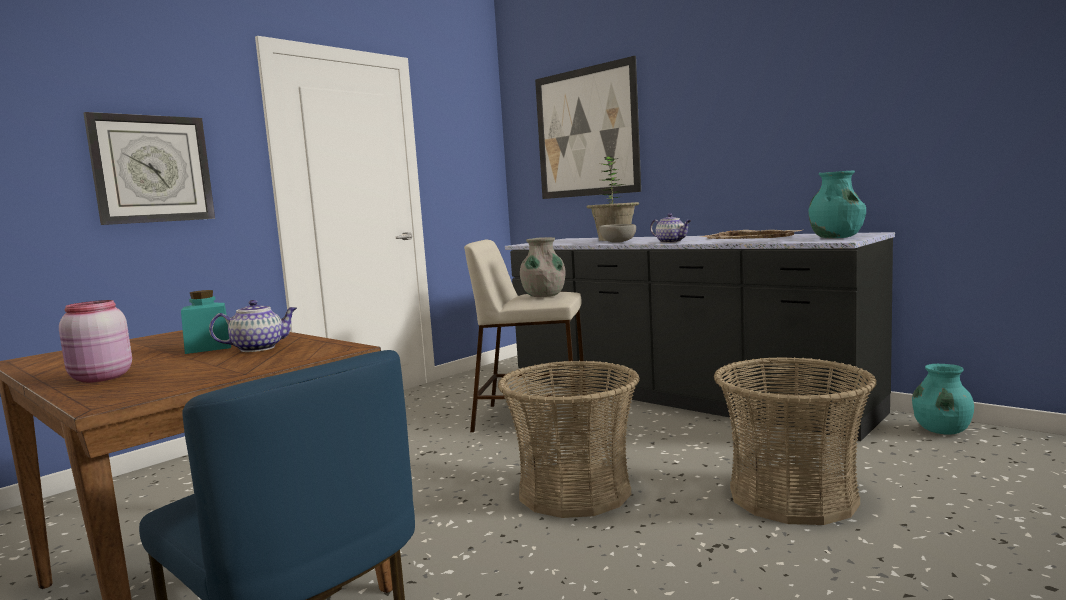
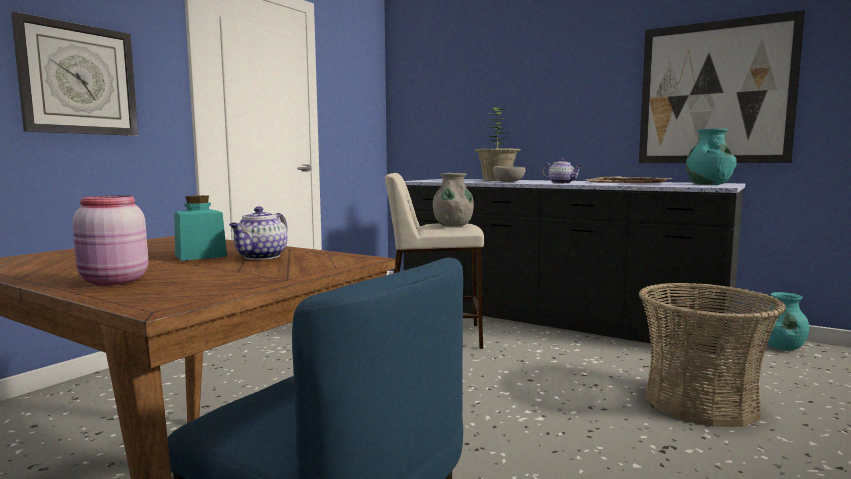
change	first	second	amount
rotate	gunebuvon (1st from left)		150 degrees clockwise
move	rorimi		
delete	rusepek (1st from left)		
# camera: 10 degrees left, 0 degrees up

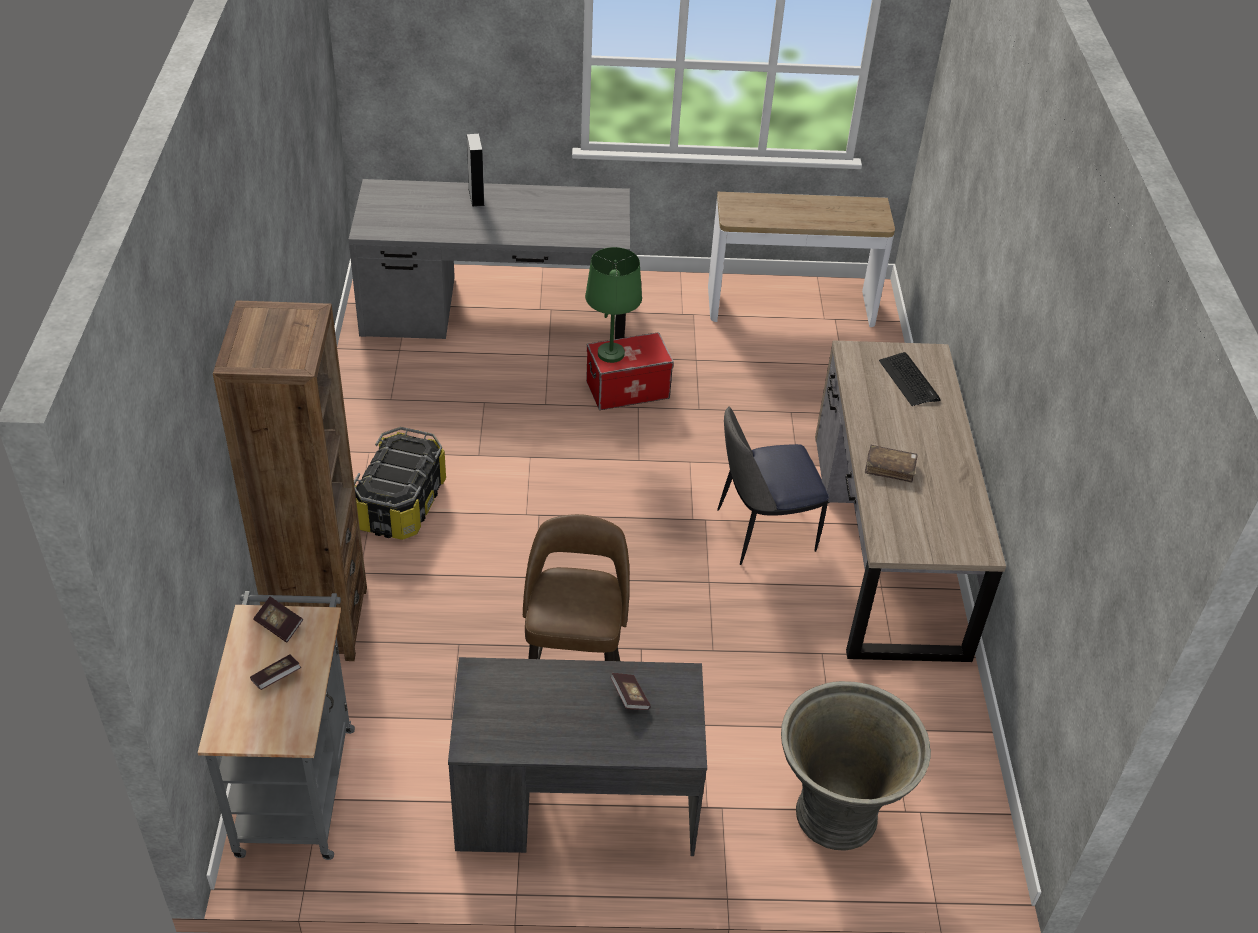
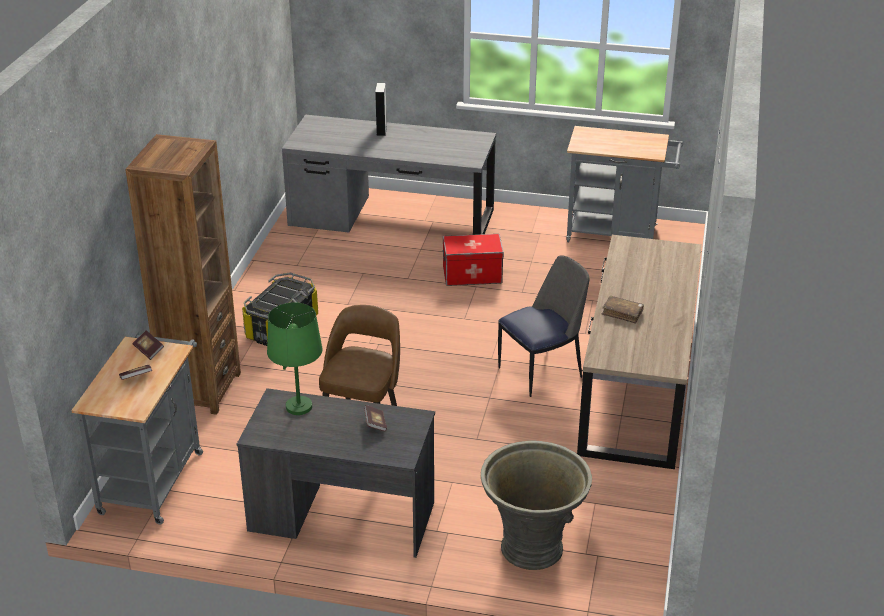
change	first	second	amount
move	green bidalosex		
rotate	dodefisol		150 degrees clockwise
replace	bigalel	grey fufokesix (2nd from left)	
delete	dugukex		
# camera: 15 degrees right, 10 degrees down

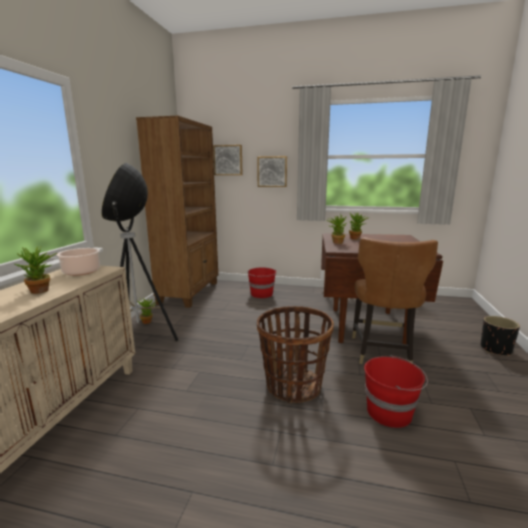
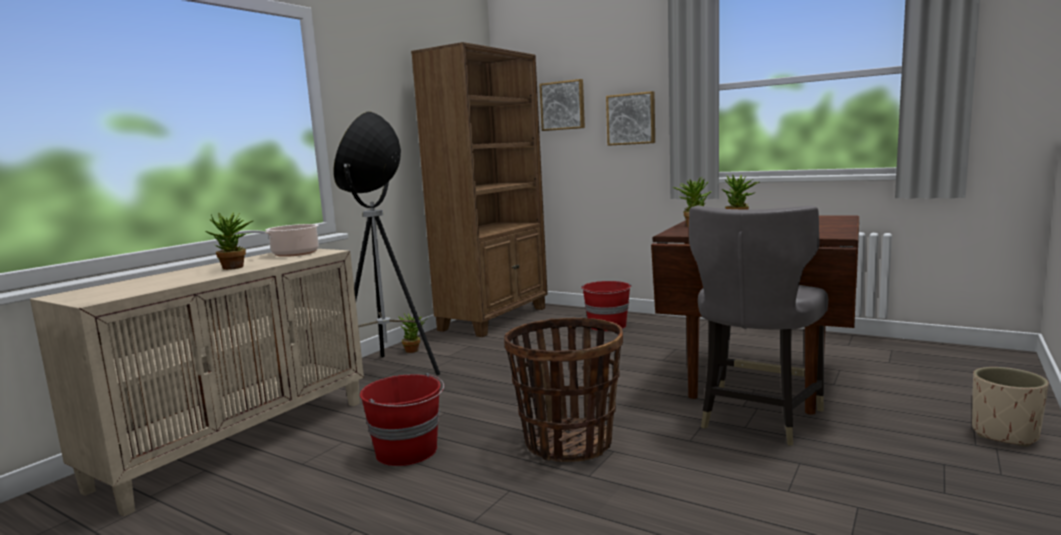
change	first	second	amount
move	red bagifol (2nd from left in the first image)	red bagifol (1st from left)	
recolor	brown dodefisol	grey dodefisol	
recolor	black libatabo	beige libatabo	
# camera: 20 degrees right, 5 degrees down

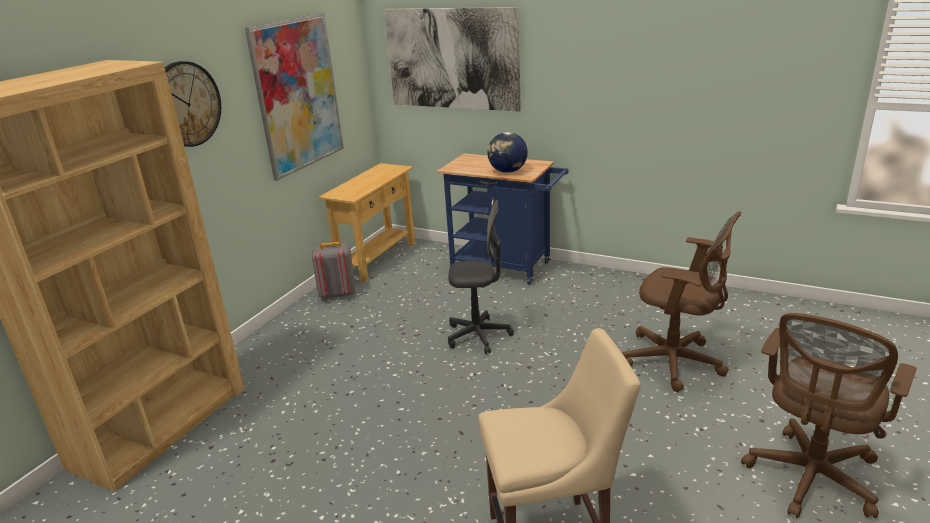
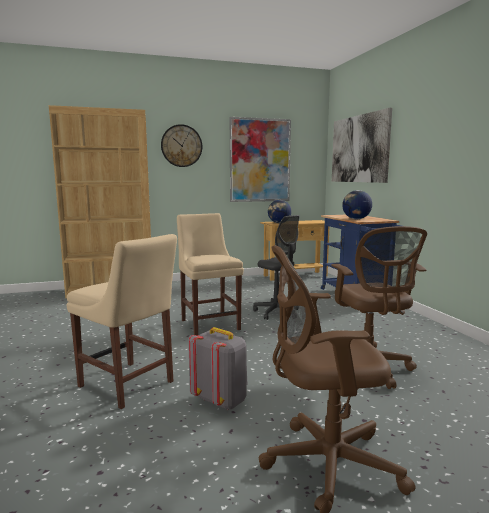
change	first	second	amount
insert		beige dodefisol (2nd from left)	
move	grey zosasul		
insert		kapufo (1st from left)	
# camera: 45 degrees right, 15 degrees down

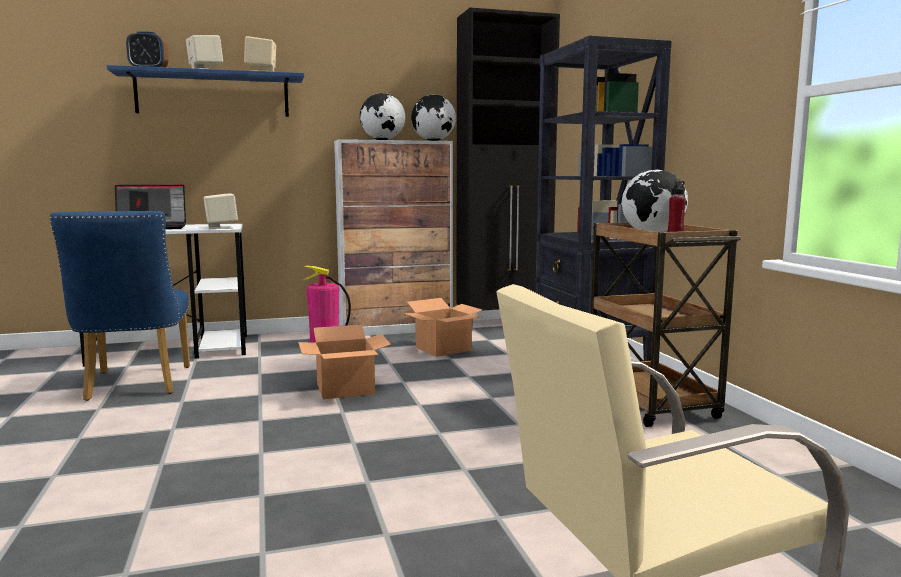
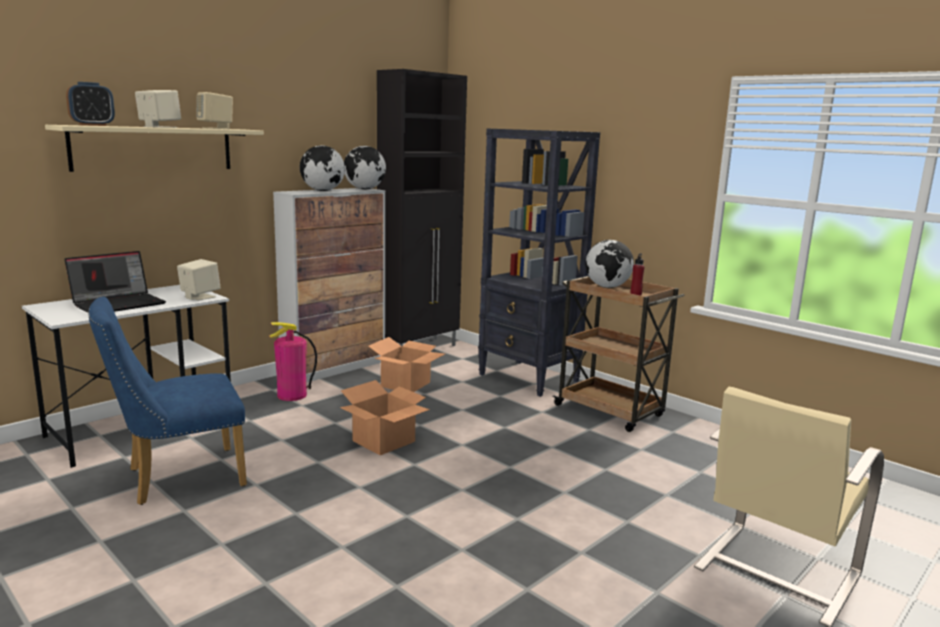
change	first	second	amount
recolor	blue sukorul	beige sukorul	
rotate	blue dodefisol		105 degrees clockwise
# camera: 30 degrees left, 5 degrees up

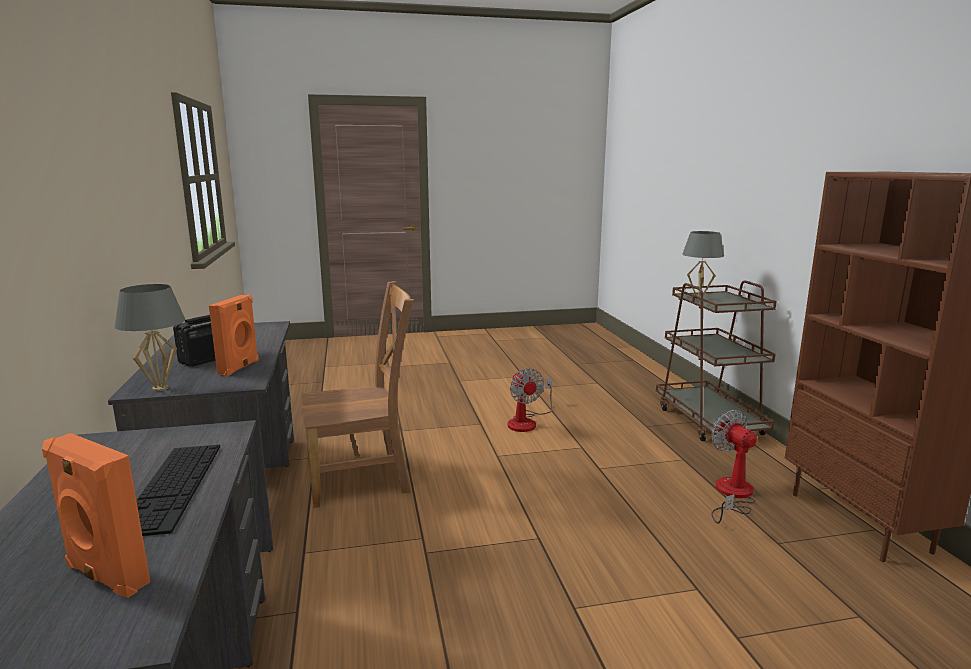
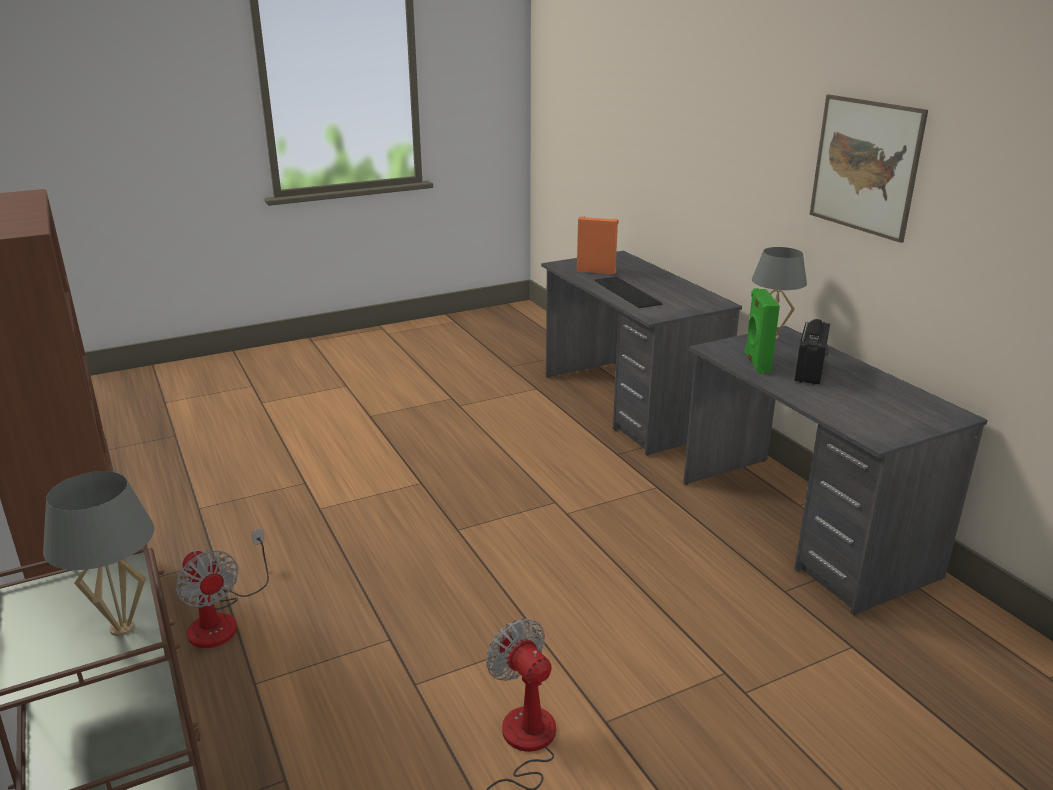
change	first	second	amount
recolor	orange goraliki (2nd from left)	green goraliki	
insert		rorimi	
delete	brown dodefisol		
# camera: 165 degrees right, 10 degrees up

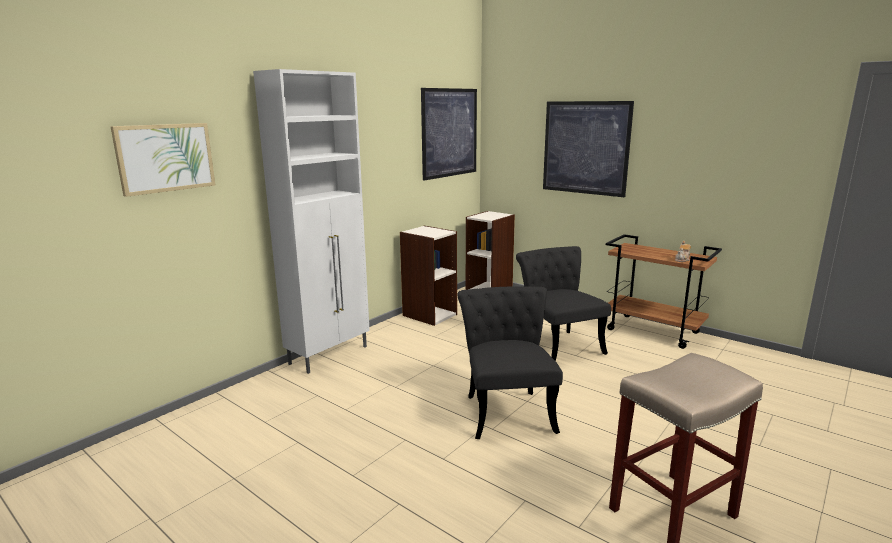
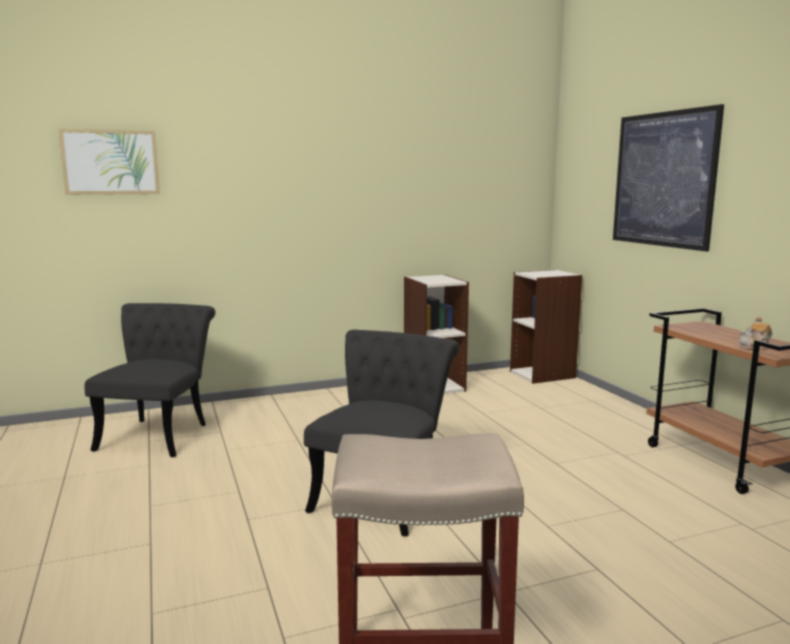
change	first	second	amount
move	black dodefisol (2nd from left in the first image)	black dodefisol (1st from left)	
delete	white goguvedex		
delete	rorimi (2nd from left)		
# camera: 30 degrees right, 5 degrees down

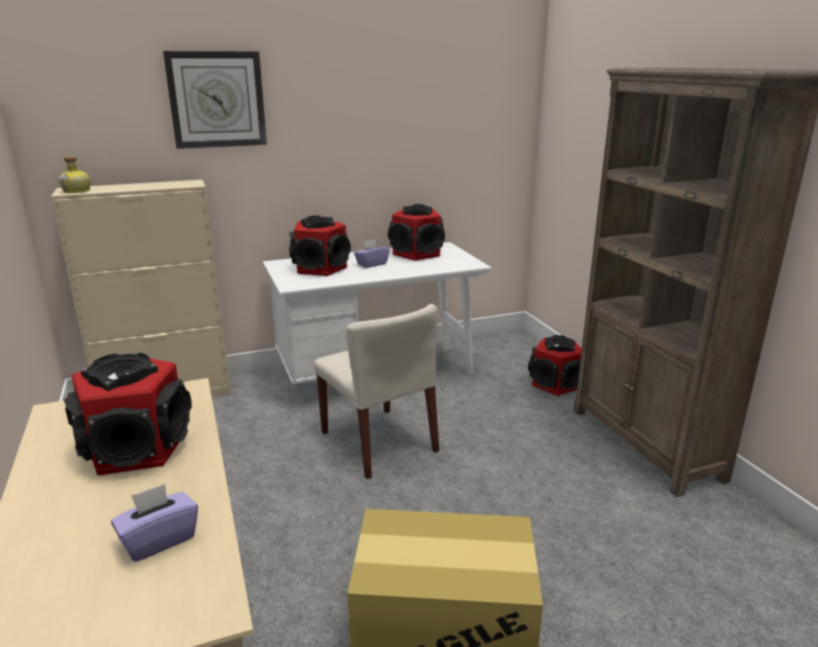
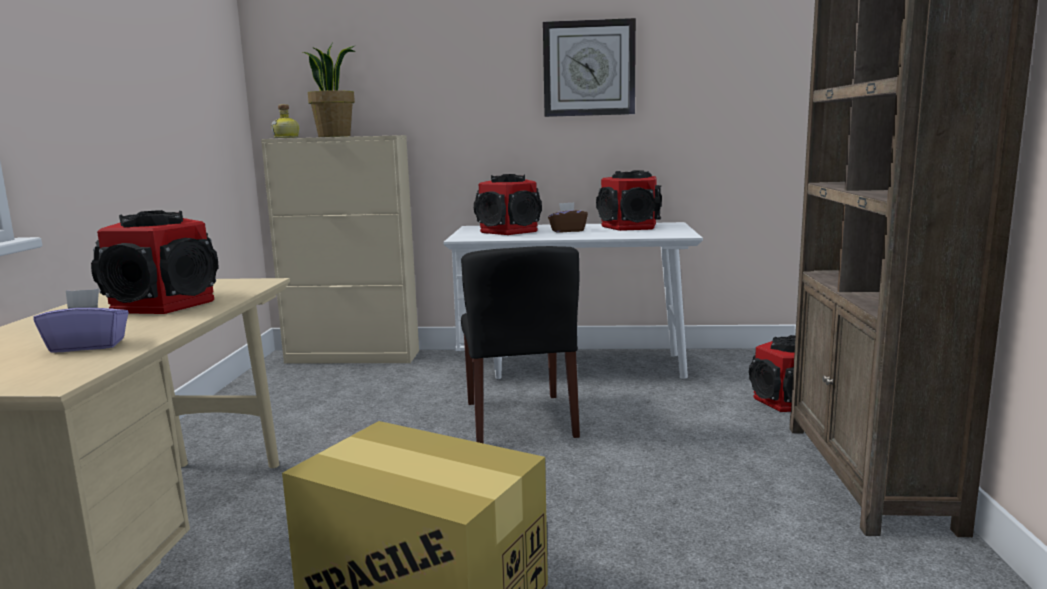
change	first	second	amount
insert		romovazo	
recolor	beige dodefisol	black dodefisol	
move	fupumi		
recolor	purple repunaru (2nd from left)	brown repunaru	
# camera: 25 degrees right, 10 degrees down

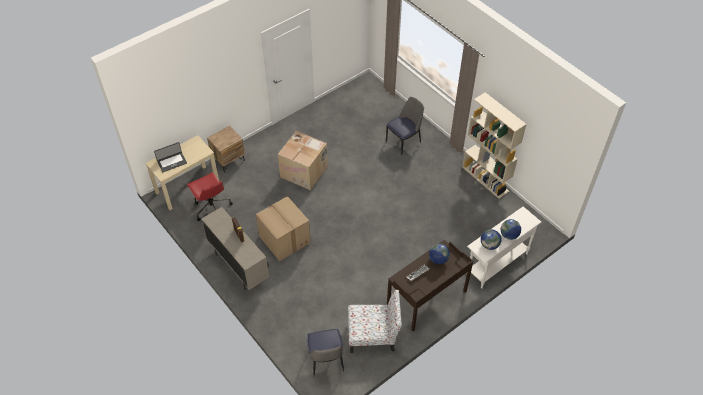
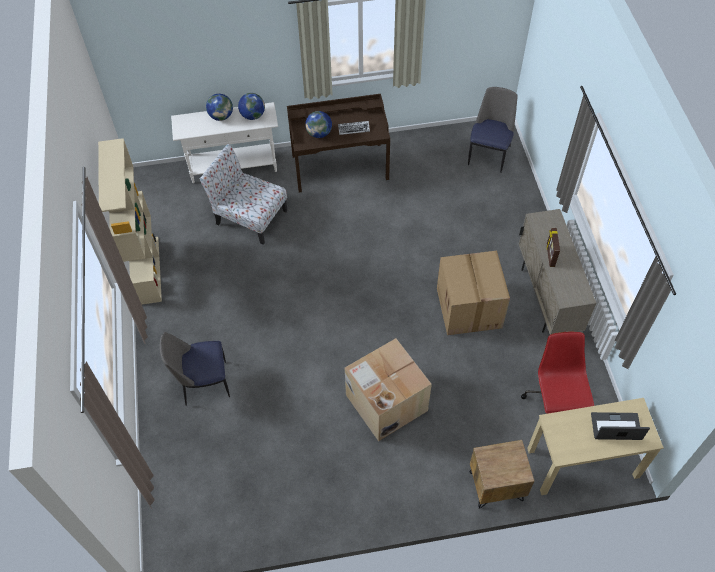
change	first	second	amount
move	dodefisol (2nd from left)		
# camera: 150 degrees left, 5 degrees up

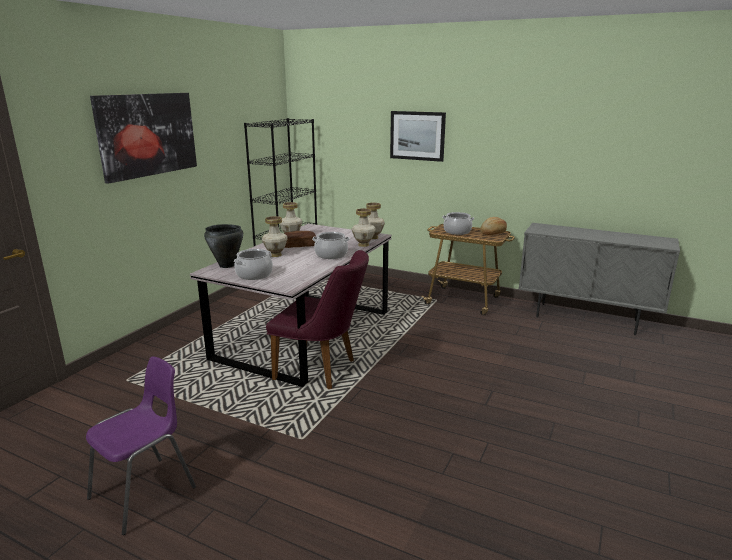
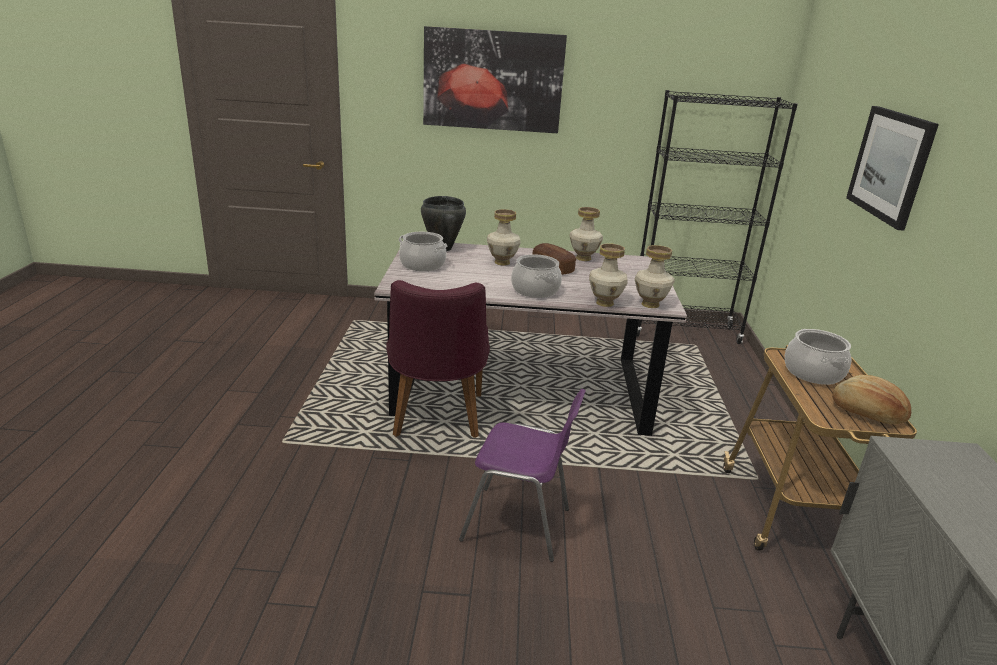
change	first	second	amount
move	purple dodefisol (1st from left in the first image)	purple dodefisol (2nd from left)	
# camera: 65 degrees right, 5 degrees up

